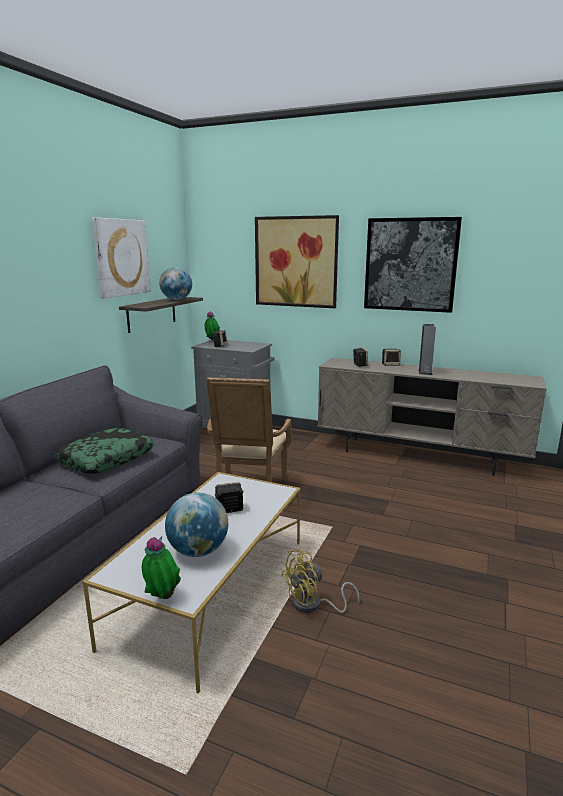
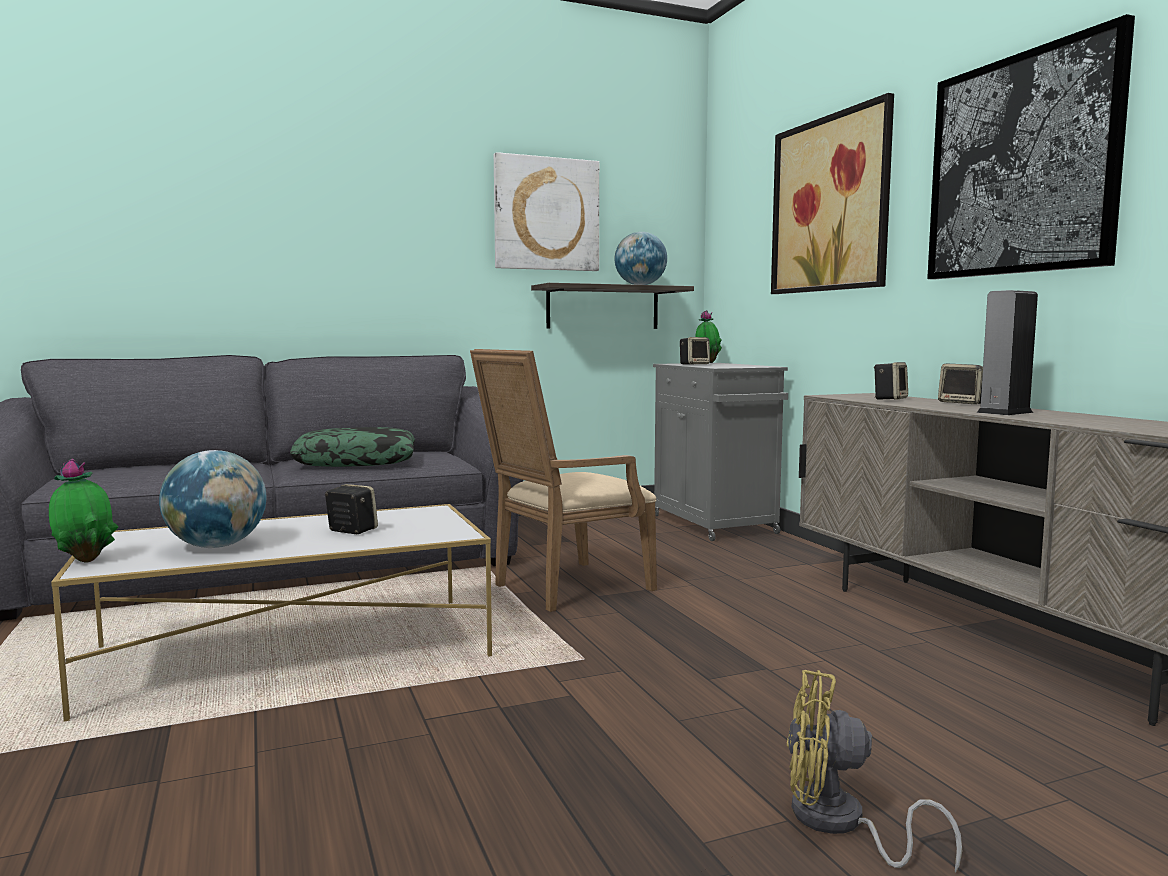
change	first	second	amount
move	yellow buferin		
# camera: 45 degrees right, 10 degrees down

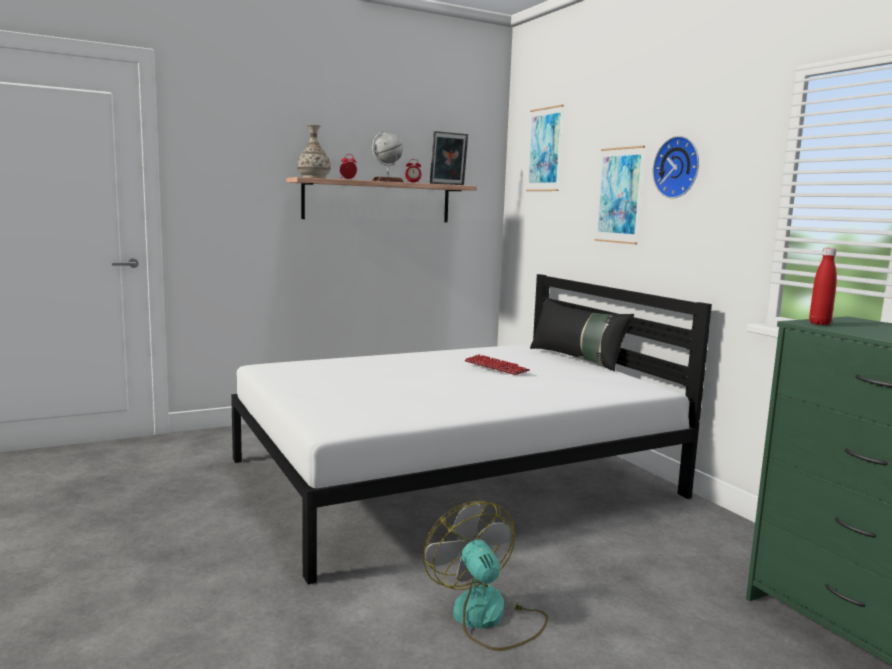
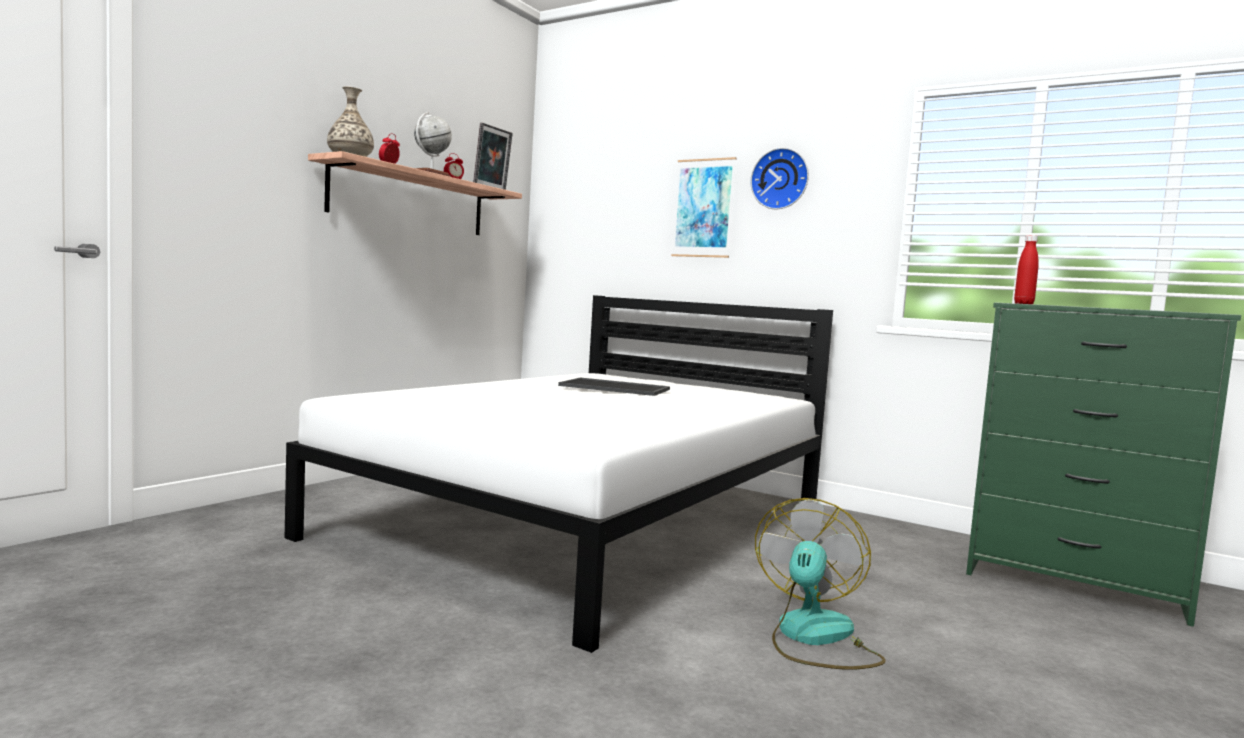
change	first	second	amount
replace	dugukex	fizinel	
rotate	buferin		75 degrees clockwise
delete	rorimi (1st from left)		
delete	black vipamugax		
# camera: 30 degrees left, 5 degrees down

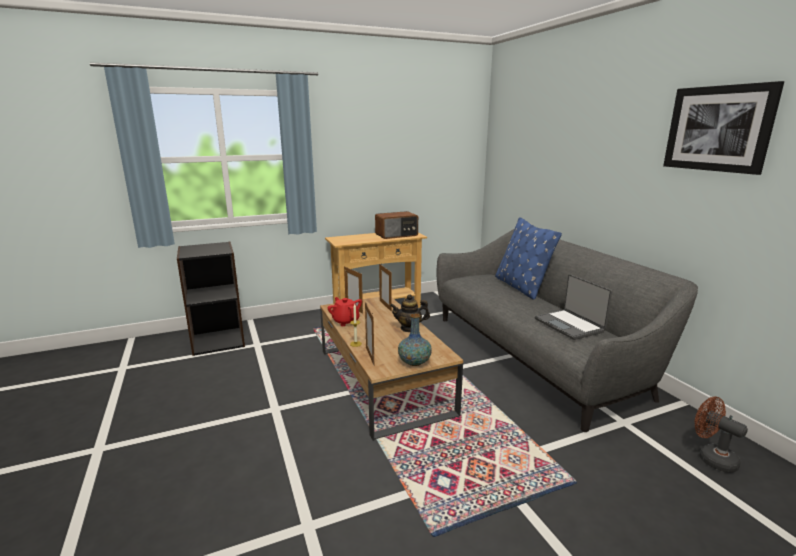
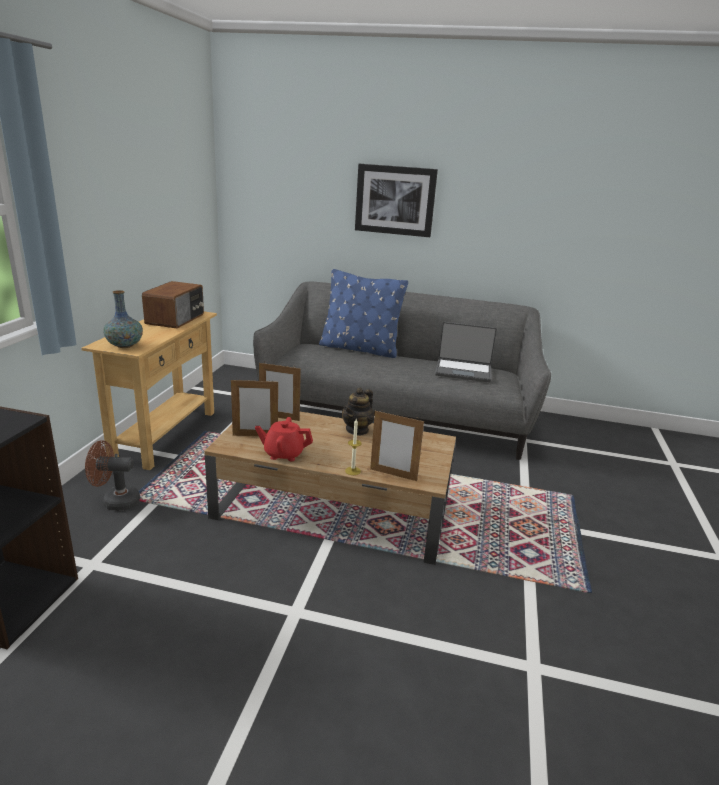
change	first	second	amount
move	brown buferin		
move	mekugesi		
move	rorimi		
# camera: 55 degrees left, 5 degrees up

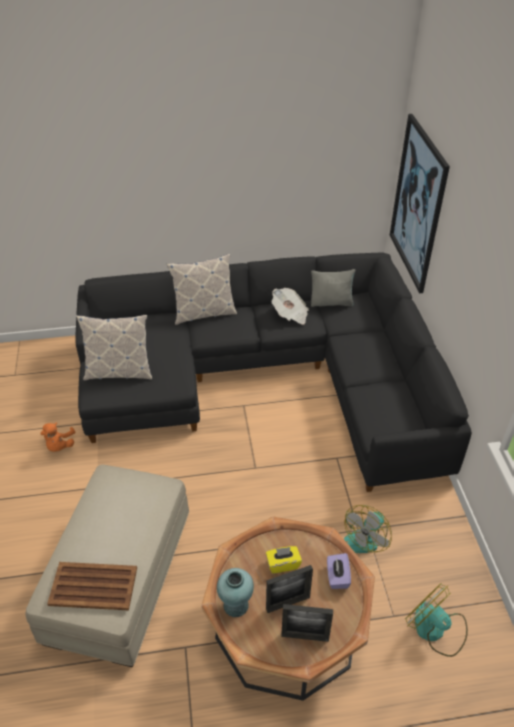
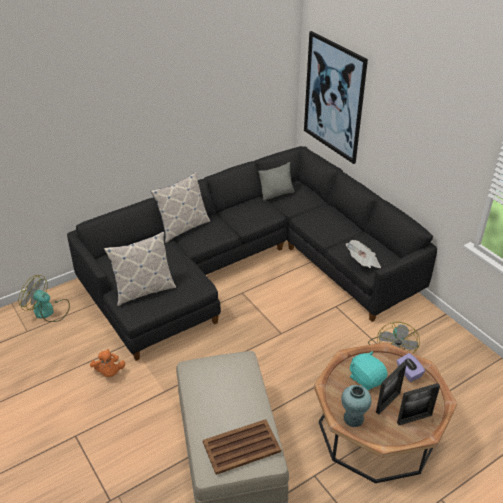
change	first	second	amount
move	buferin (2nd from left in the first image)	buferin (1st from left)	
move	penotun		
replace	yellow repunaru	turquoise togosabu	
# camera: 25 degrees left, 5 degrees down

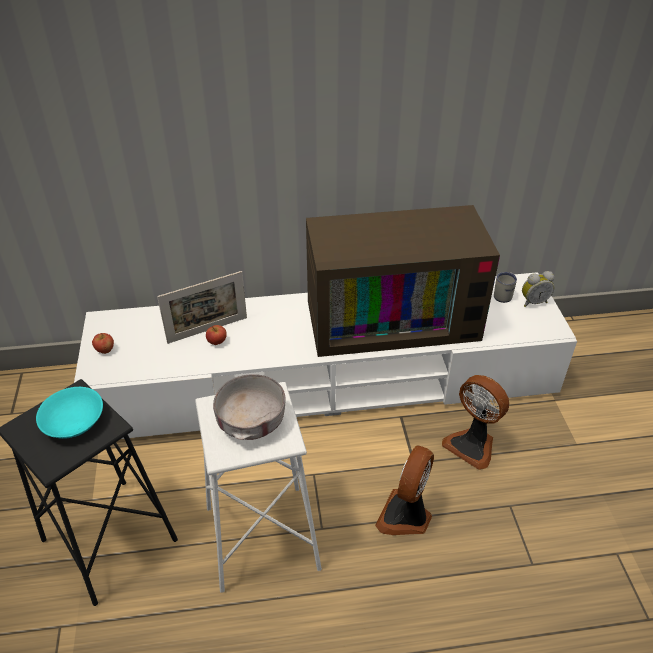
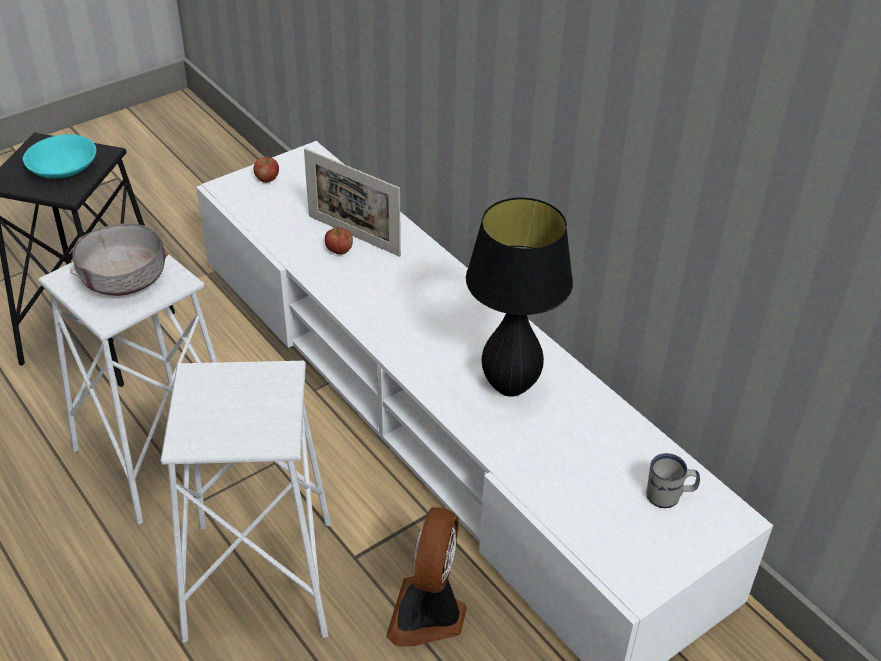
change	first	second	amount
replace	buferin (1st from left)	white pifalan (2nd from left)	
replace	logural	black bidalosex	
delete	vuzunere		
# camera: 60 degrees right, 0 degrees up

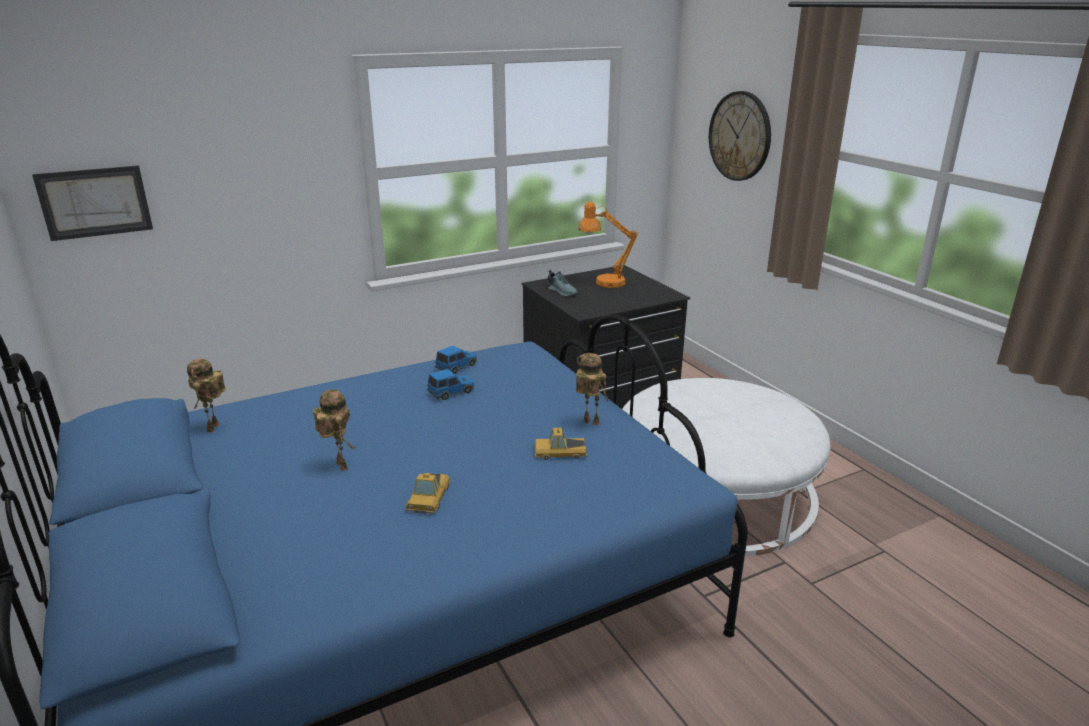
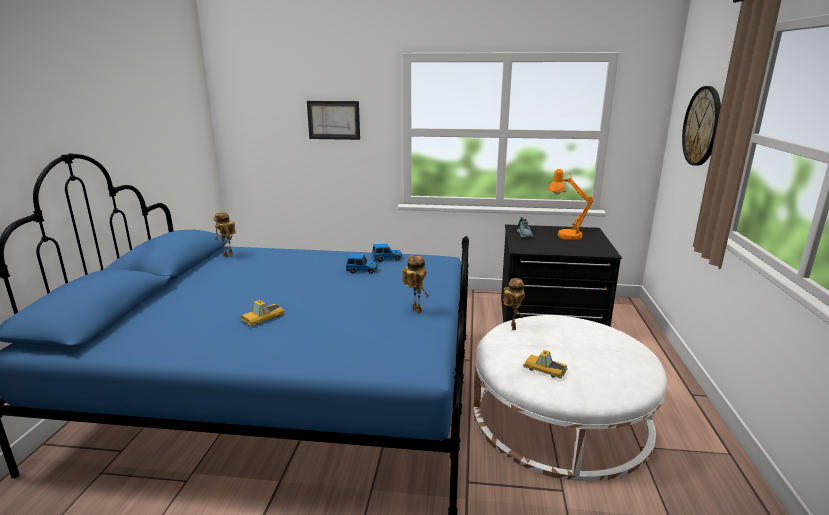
change	first	second	amount
move	rorimi		
move	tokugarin (2nd from left in the first image)	tokugarin (3rd from left)	
move	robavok (4th from left)		
# camera: 35 degrees right, 5 degrees down

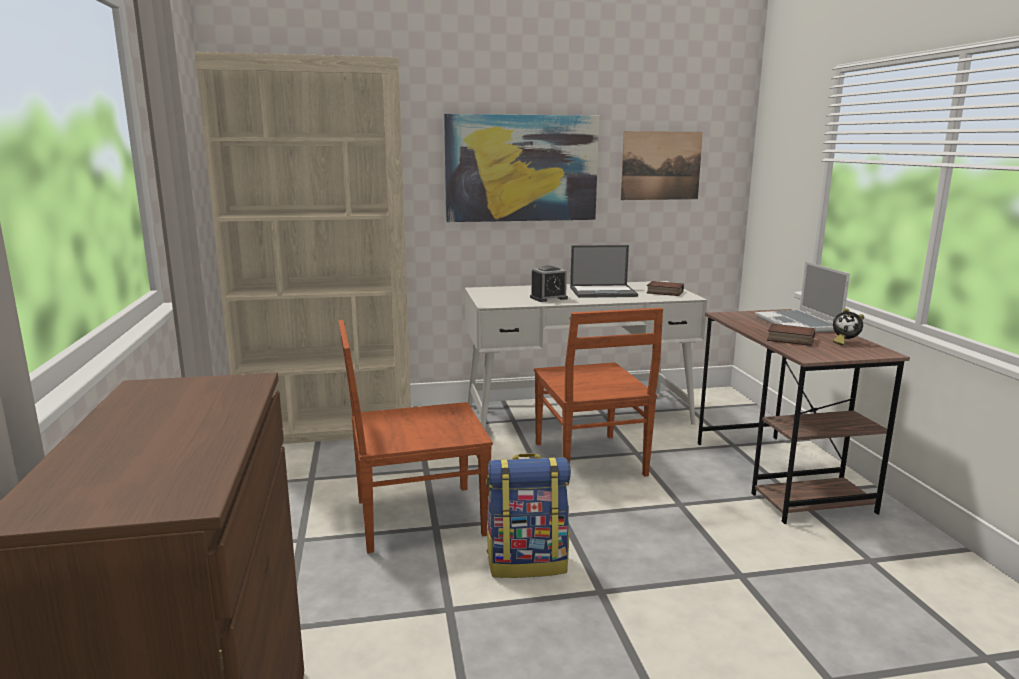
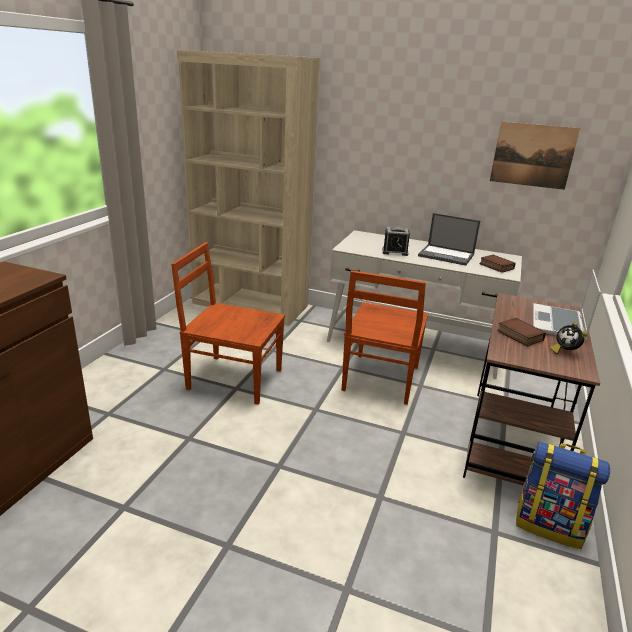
change	first	second	amount
move	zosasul		
delete	rorimi (1st from left)		
# camera: 30 degrees right, 10 degrees up

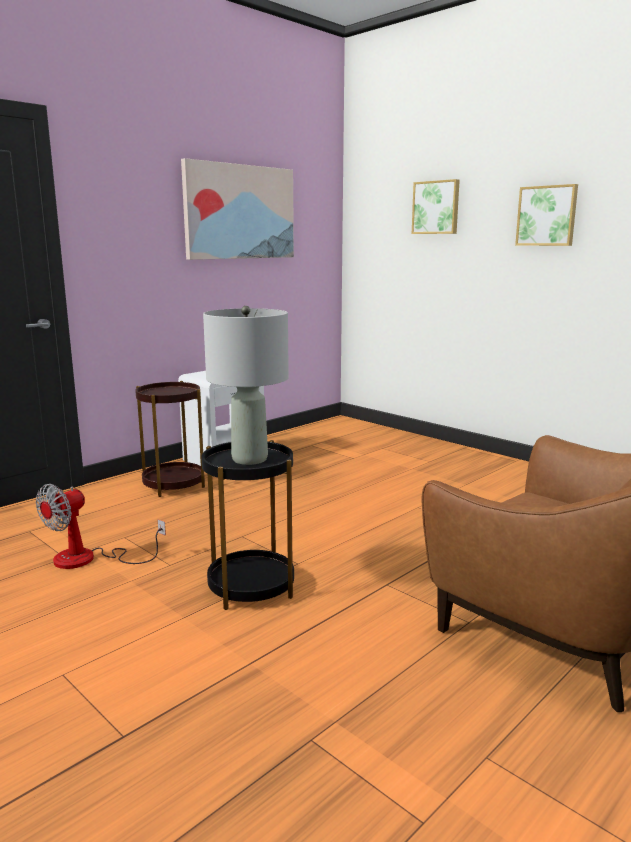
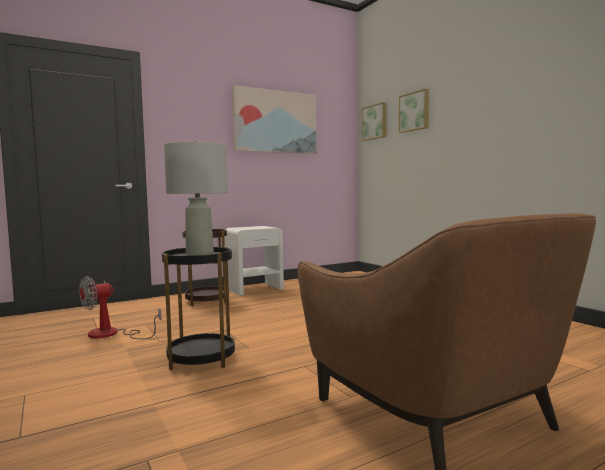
change	first	second	amount
move	rorimi (3rd from left in the first image)	rorimi (2nd from left)	
# camera: 15 degrees right, 10 degrees down

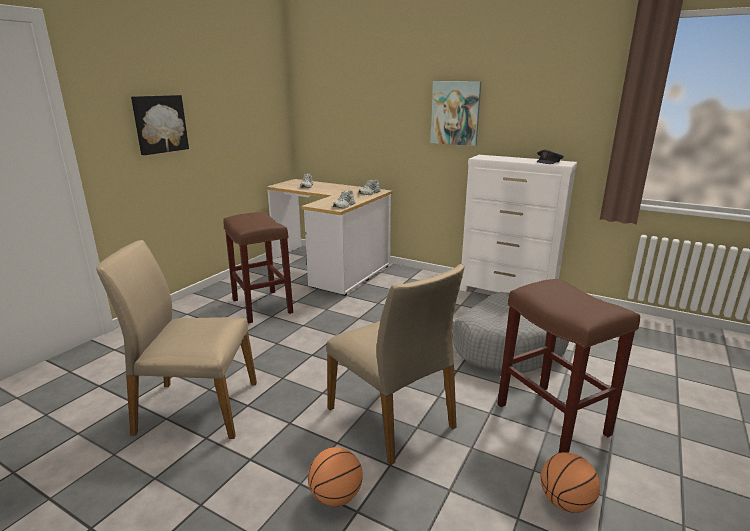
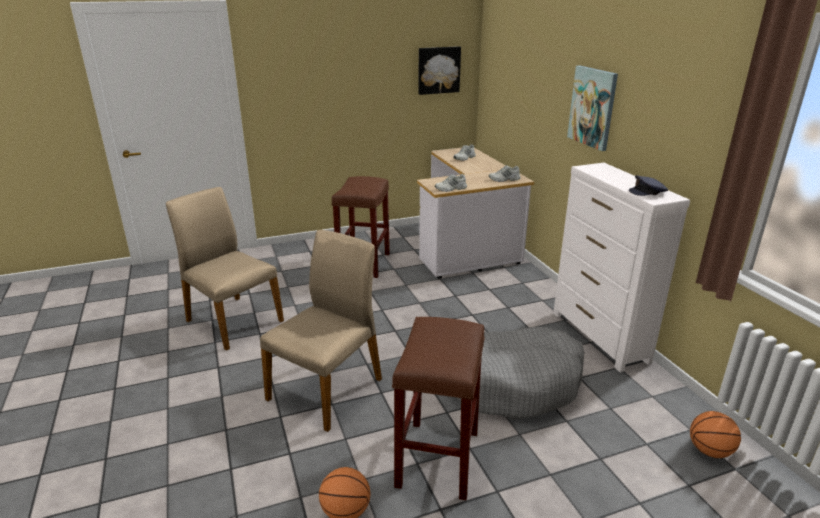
change	first	second	amount
rotate	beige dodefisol (2nd from left)		150 degrees counterclockwise
move	rorimi (1st from left)		
move	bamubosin (1st from left in the first image)	bamubosin (2nd from left)	
# camera: 40 degrees right, 5 degrees up

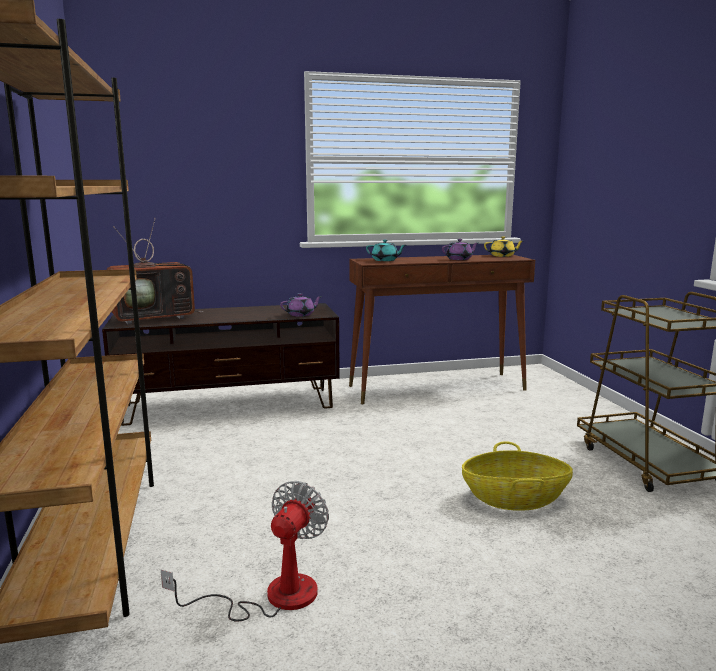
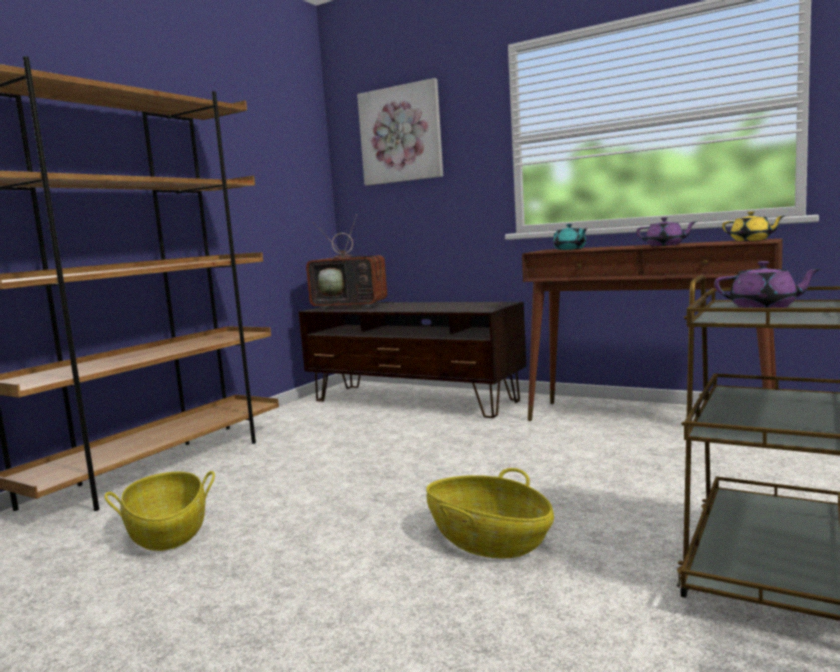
change	first	second	amount
replace	buferin	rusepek (1st from left)	
insert		rorimi	
move	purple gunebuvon (1st from left in the first image)	purple gunebuvon (2nd from left)	
# camera: 45 degrees right, 5 degrees down

